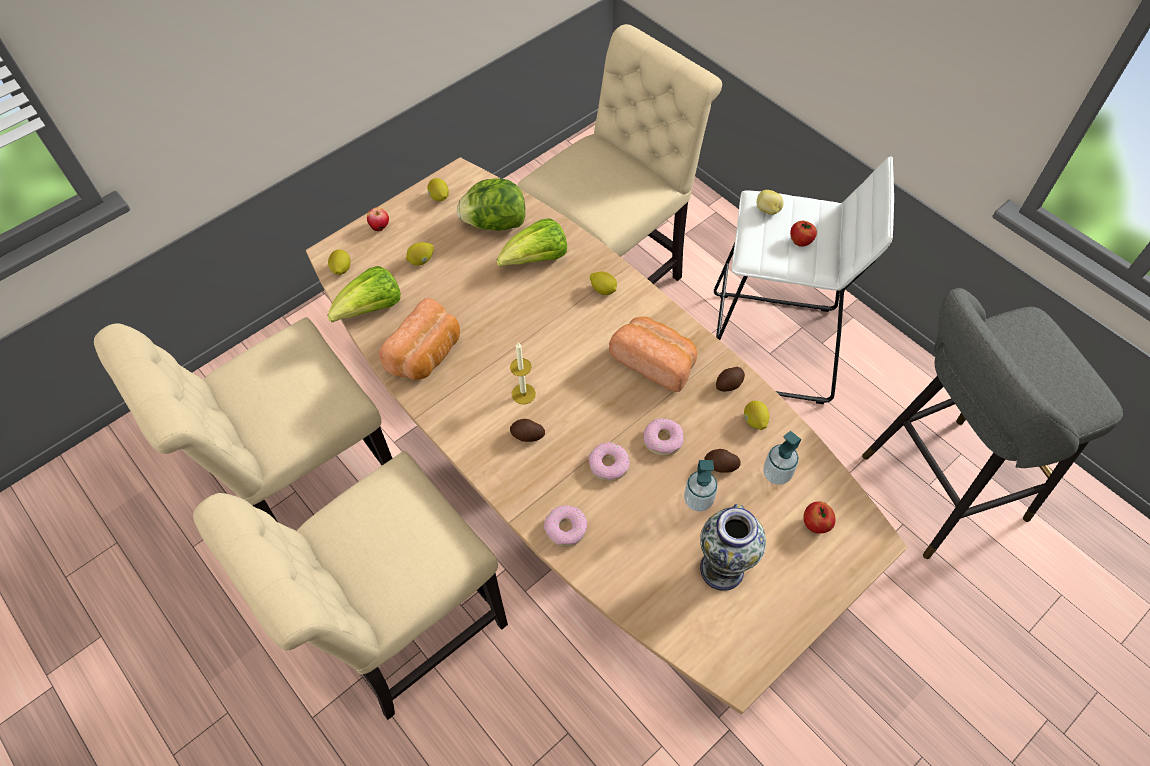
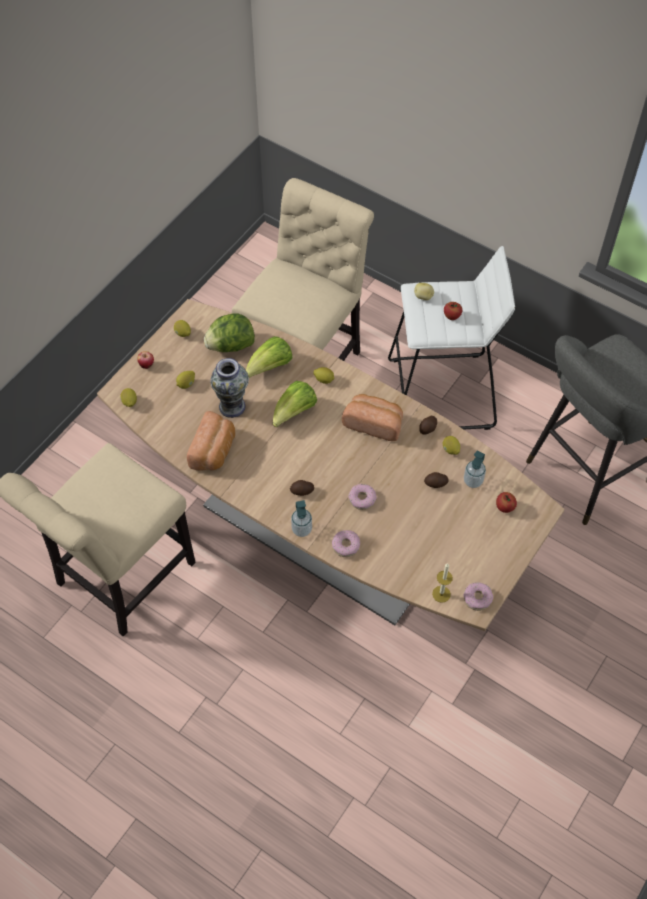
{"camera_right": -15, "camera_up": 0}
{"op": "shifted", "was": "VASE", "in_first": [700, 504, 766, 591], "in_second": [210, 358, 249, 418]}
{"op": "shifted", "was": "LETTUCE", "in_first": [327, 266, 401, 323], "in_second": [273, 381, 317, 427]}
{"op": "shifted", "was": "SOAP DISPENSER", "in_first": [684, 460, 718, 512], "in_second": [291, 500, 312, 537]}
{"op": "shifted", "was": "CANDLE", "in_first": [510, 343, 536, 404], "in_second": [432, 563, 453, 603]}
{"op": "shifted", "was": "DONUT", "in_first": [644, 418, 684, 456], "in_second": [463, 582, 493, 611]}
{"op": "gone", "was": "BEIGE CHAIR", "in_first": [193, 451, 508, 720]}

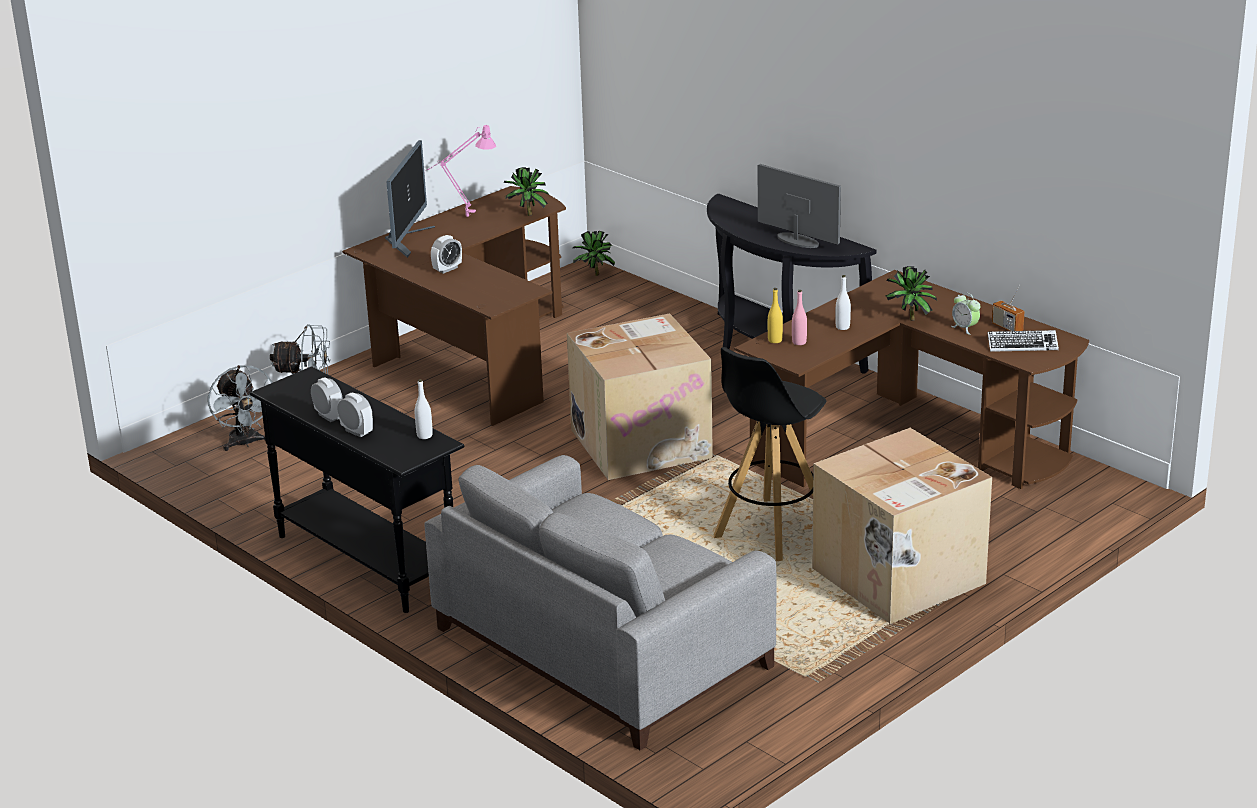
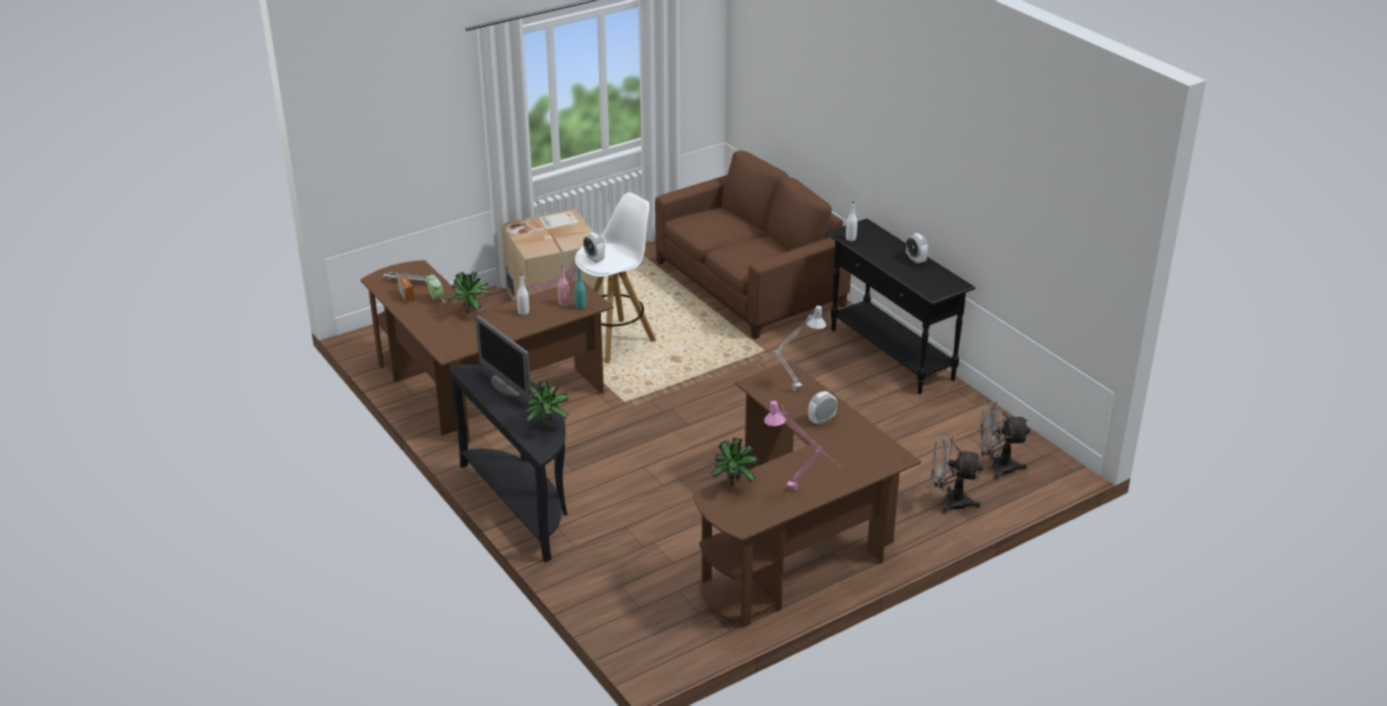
{"camera_right": -170, "camera_up": 5}
{"op": "shifted", "was": "POTTED PLANT", "in_first": [573, 231, 615, 276], "in_second": [525, 381, 568, 428]}
{"op": "repainted", "was": "YELLOW BOTTLE", "now": "TURQUOISE BOTTLE", "in_first": [768, 288, 783, 343], "in_second": [574, 268, 586, 309]}
{"op": "repainted", "was": "BLACK STOOL", "now": "WHITE STOOL", "in_first": [714, 347, 826, 561], "in_second": [575, 193, 656, 363]}
{"op": "shifted", "was": "ALARM CLOCK", "in_first": [338, 393, 373, 437], "in_second": [583, 232, 605, 262]}
{"op": "repainted", "was": "GREY SOFA", "now": "BROWN SOFA", "in_first": [425, 455, 776, 750], "in_second": [655, 150, 851, 339]}
{"op": "new", "now": "GREY TABLE LAMP", "in_second": [760, 306, 826, 391]}
{"op": "rotated", "was": "GREY FAN", "in_first": [208, 365, 273, 451], "in_second": [978, 401, 1030, 480], "clockwise": -75}
{"op": "gone", "was": "MONITOR", "in_first": [385, 140, 435, 258]}
{"op": "gone", "was": "CARDBOARD BOX", "in_first": [567, 314, 713, 480]}

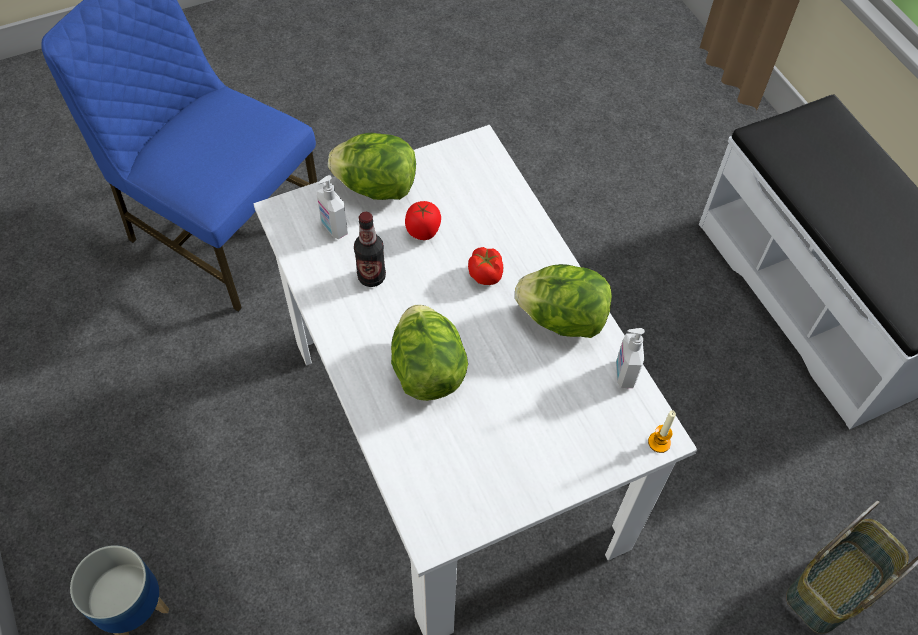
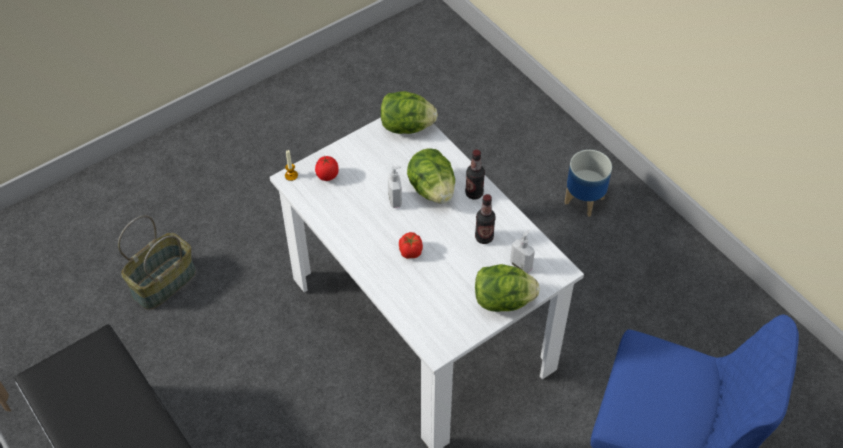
{"camera_right": 170, "camera_up": -5}
{"op": "shifted", "was": "TOMATO", "in_first": [405, 201, 441, 240], "in_second": [315, 156, 339, 181]}
{"op": "shifted", "was": "LETTUCE", "in_first": [515, 264, 612, 338], "in_second": [380, 91, 438, 134]}
{"op": "shifted", "was": "SOAP DISPENSER", "in_first": [616, 328, 645, 388], "in_second": [388, 166, 402, 208]}
{"op": "new", "now": "BOTTLE", "in_second": [465, 150, 485, 200]}

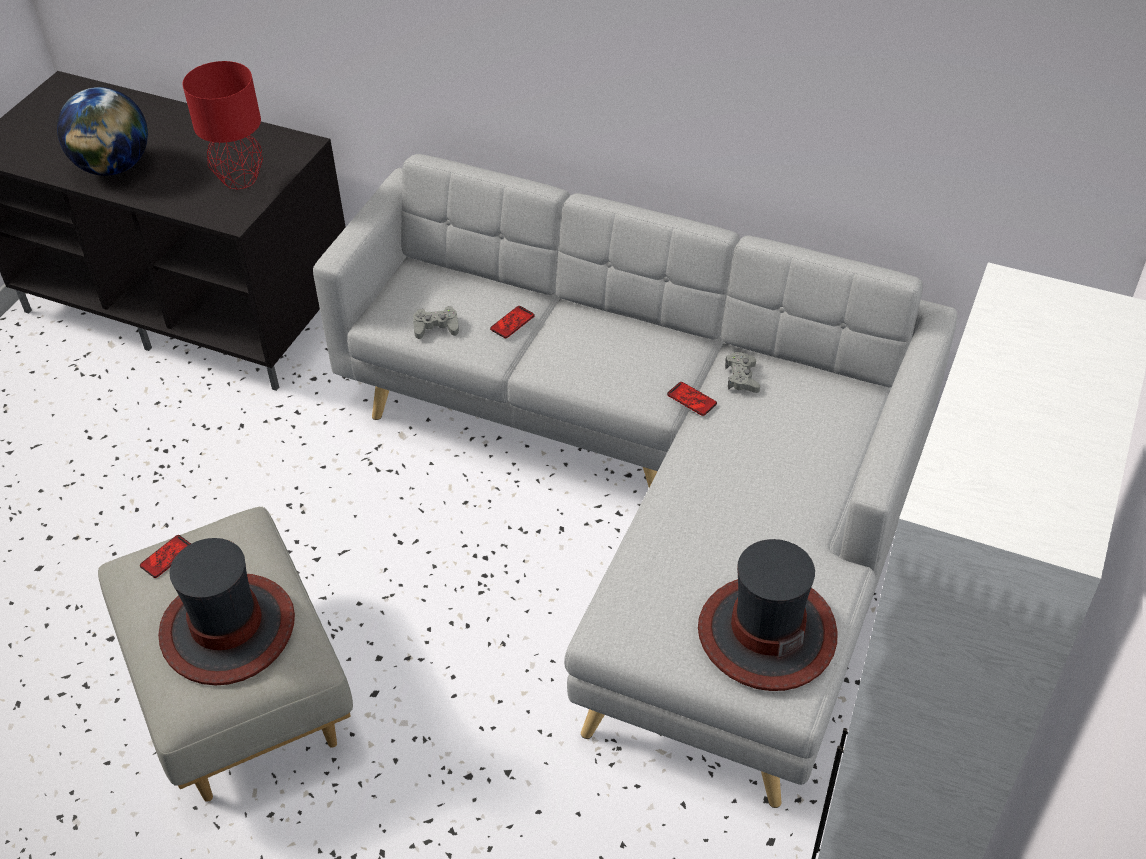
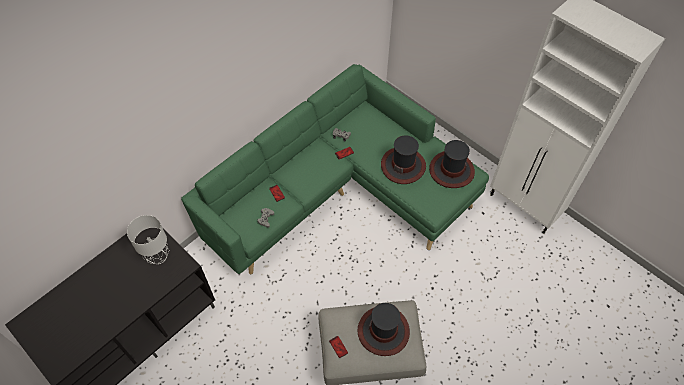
{"camera_right": -70, "camera_up": 10}
{"op": "repainted", "was": "RED TABLE LAMP", "now": "GREY TABLE LAMP", "in_first": [183, 61, 263, 189], "in_second": [127, 215, 169, 264]}
{"op": "repainted", "was": "GREY SOFA", "now": "GREEN SOFA", "in_first": [313, 154, 957, 808], "in_second": [181, 64, 489, 274]}
{"op": "new", "now": "HAT", "in_second": [381, 135, 426, 184]}
{"op": "gone", "was": "GLOBE", "in_first": [57, 87, 148, 176]}

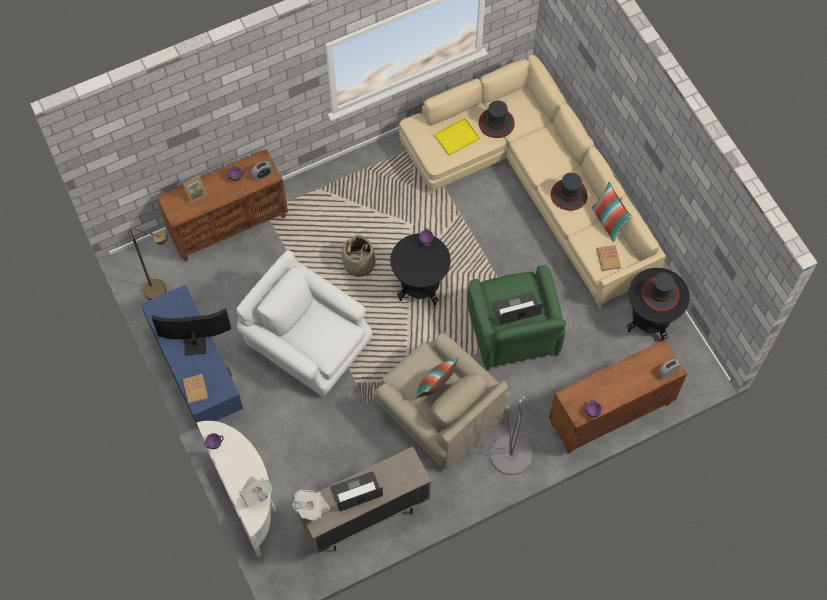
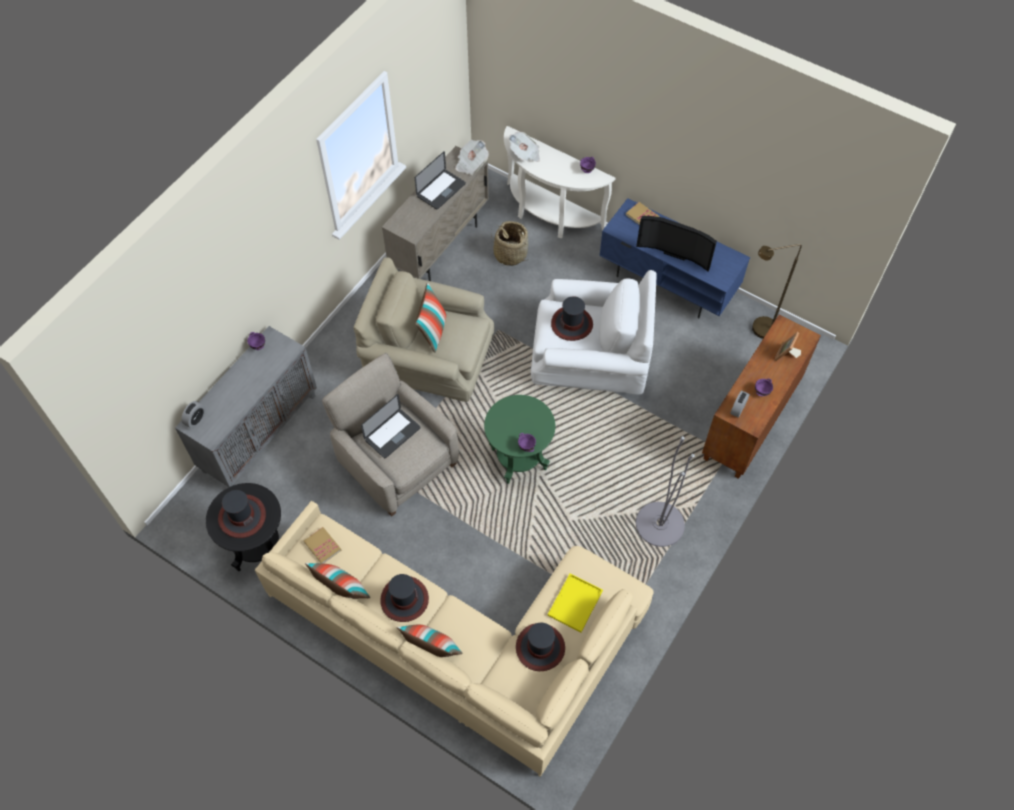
{"camera_right": 150, "camera_up": -5}
{"op": "repainted", "was": "BROWN CABINET", "now": "GREY CABINET", "in_first": [549, 340, 687, 454], "in_second": [175, 326, 317, 487]}
{"op": "repainted", "was": "GREEN ARMCHAIR", "now": "BEIGE ARMCHAIR", "in_first": [467, 265, 566, 371], "in_second": [322, 353, 459, 517]}
{"op": "new", "now": "PILLOW", "in_second": [397, 625, 463, 657]}
{"op": "repainted", "was": "BLACK SIDE TABLE", "now": "GREEN SIDE TABLE", "in_first": [390, 233, 451, 306], "in_second": [484, 395, 555, 484]}
{"op": "shifted", "was": "BASKET", "in_first": [341, 235, 375, 277], "in_second": [491, 221, 528, 266]}
{"op": "new", "now": "HAT", "in_second": [551, 296, 593, 341]}
{"op": "rotated", "was": "TELEVISION", "in_first": [152, 309, 231, 356], "in_second": [636, 216, 717, 272], "clockwise": 60}
{"op": "shifted", "was": "GREY FLOOR LAMP", "in_first": [490, 396, 533, 475], "in_second": [636, 436, 695, 547]}

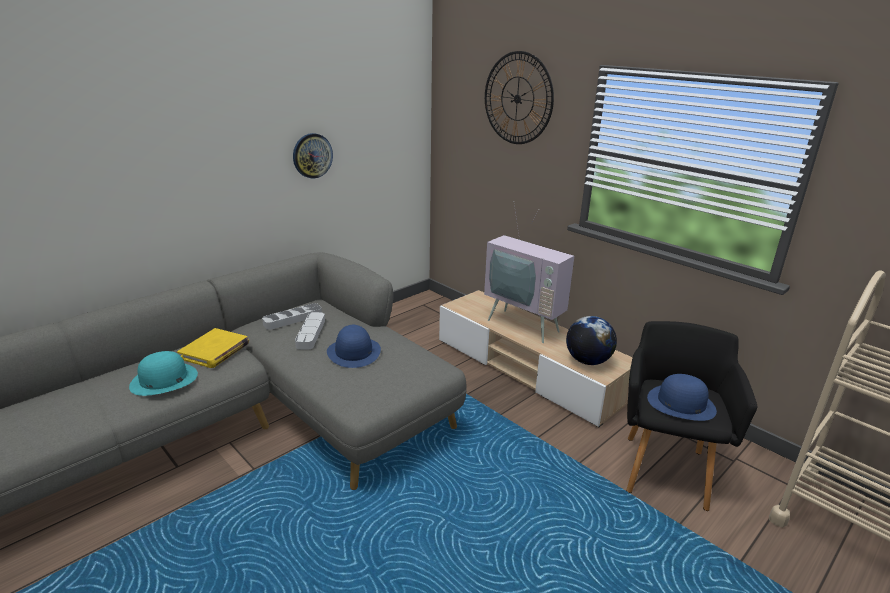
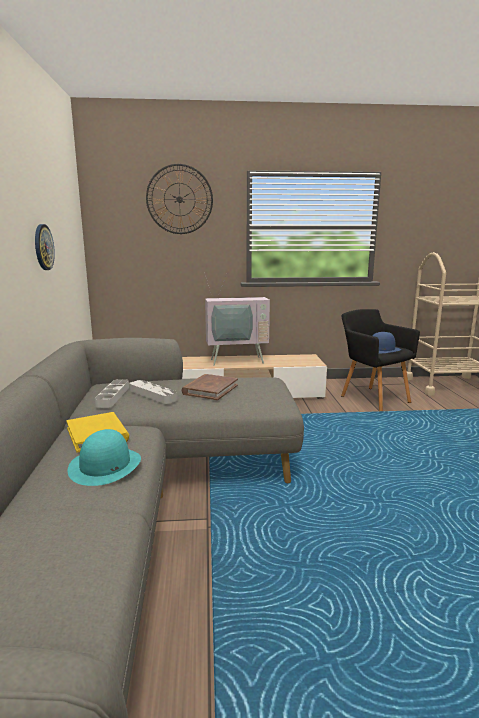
{"camera_right": -50, "camera_up": -10}
{"op": "swapped", "was": "BLUE HAT", "now": "BROWN BOOK", "in_first": [327, 325, 381, 368], "in_second": [182, 374, 238, 400]}
{"op": "gone", "was": "GLOBE", "in_first": [566, 316, 617, 365]}

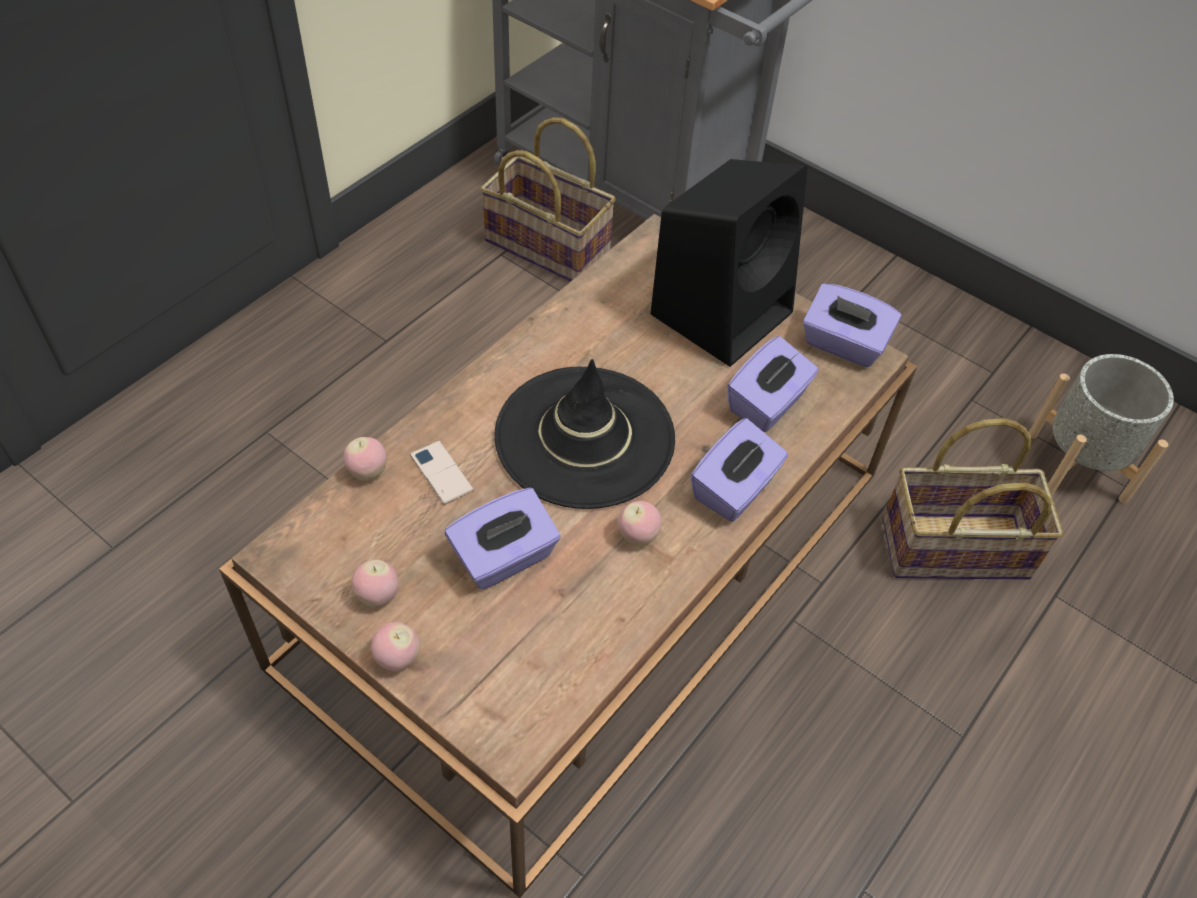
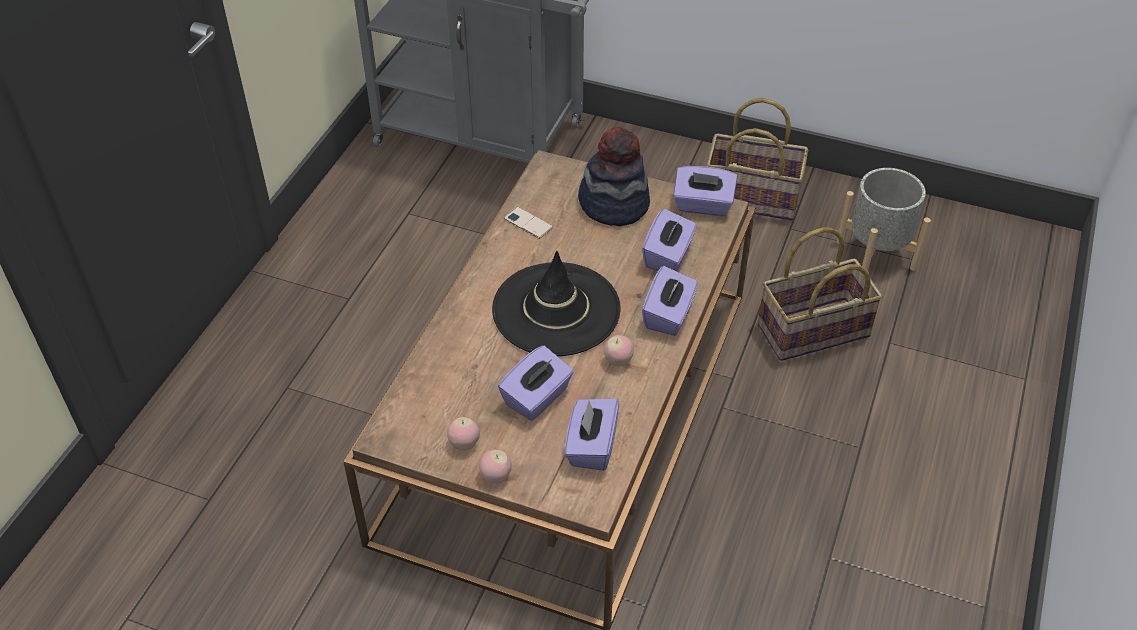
{"camera_right": -15, "camera_up": -5}
{"op": "shifted", "was": "PHONE", "in_first": [410, 440, 474, 505], "in_second": [504, 207, 553, 239]}
{"op": "new", "now": "PURPLE TISSUE BOX", "in_second": [565, 399, 619, 471]}
{"op": "swapped", "was": "BLACK SPEAKER", "now": "HAT", "in_first": [650, 159, 807, 367], "in_second": [578, 127, 650, 226]}
{"op": "shifted", "was": "BASKET", "in_first": [480, 117, 616, 281], "in_second": [706, 98, 808, 220]}
{"op": "gone", "was": "APPLE", "in_first": [343, 437, 387, 481]}

